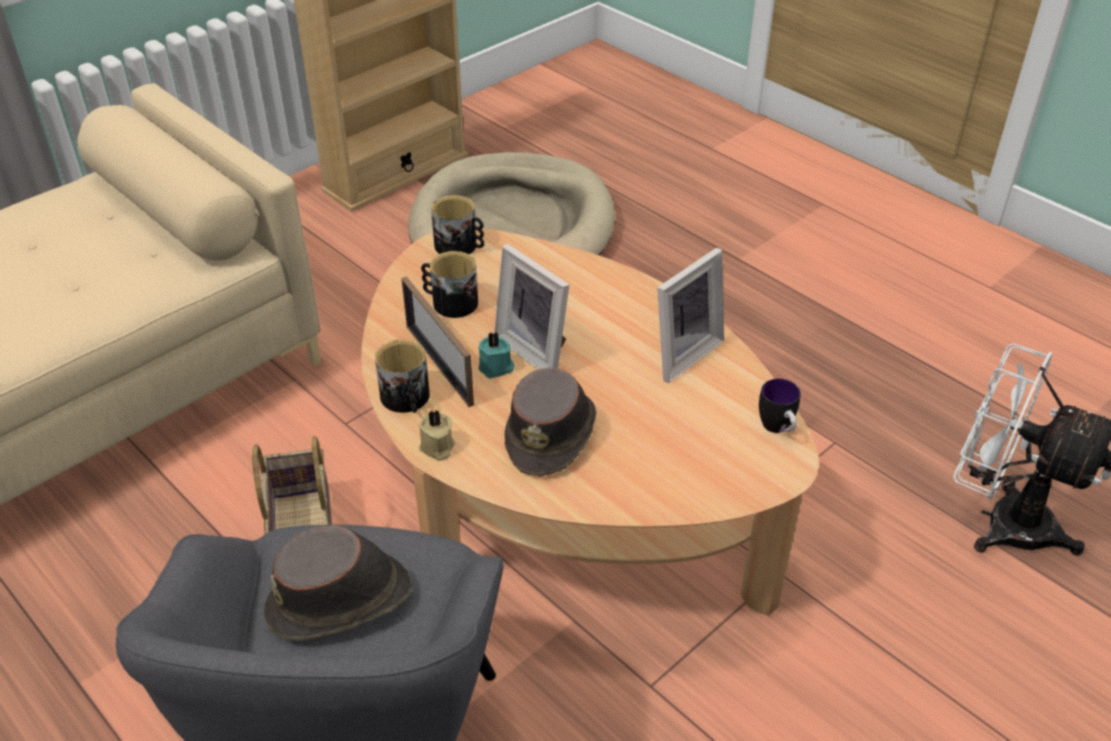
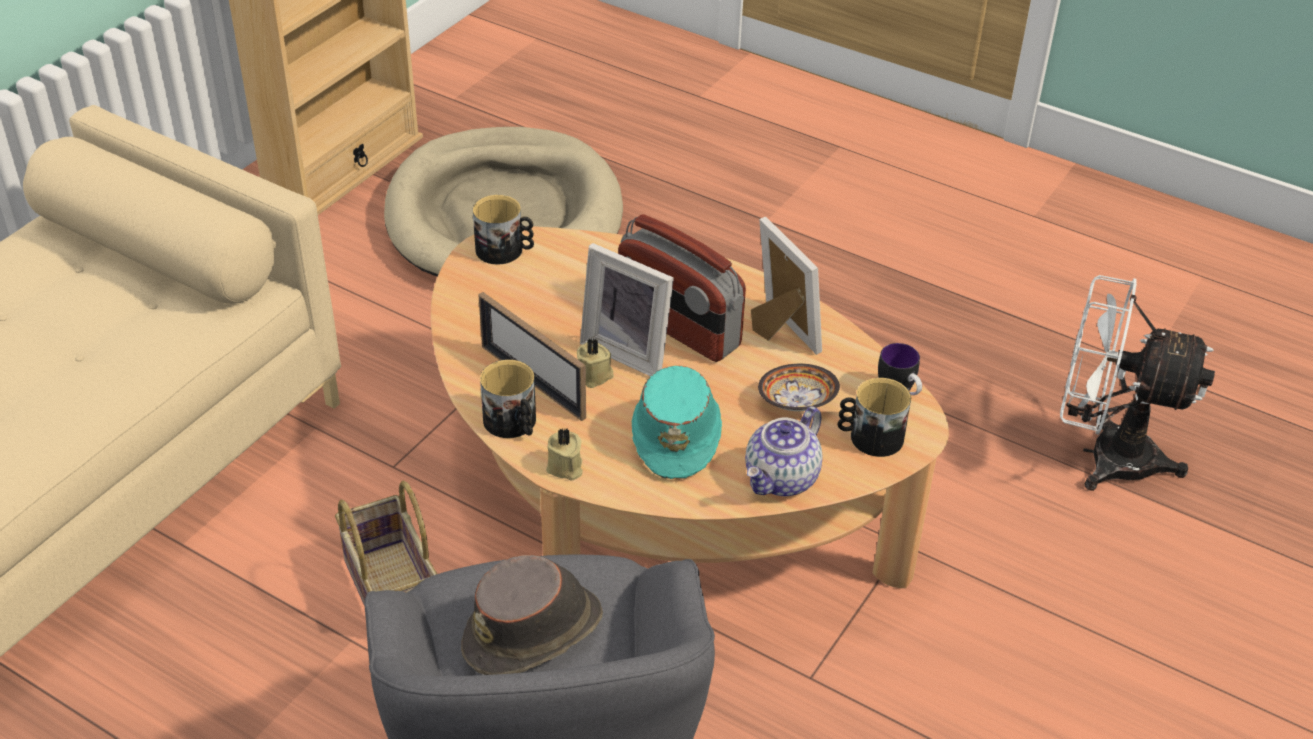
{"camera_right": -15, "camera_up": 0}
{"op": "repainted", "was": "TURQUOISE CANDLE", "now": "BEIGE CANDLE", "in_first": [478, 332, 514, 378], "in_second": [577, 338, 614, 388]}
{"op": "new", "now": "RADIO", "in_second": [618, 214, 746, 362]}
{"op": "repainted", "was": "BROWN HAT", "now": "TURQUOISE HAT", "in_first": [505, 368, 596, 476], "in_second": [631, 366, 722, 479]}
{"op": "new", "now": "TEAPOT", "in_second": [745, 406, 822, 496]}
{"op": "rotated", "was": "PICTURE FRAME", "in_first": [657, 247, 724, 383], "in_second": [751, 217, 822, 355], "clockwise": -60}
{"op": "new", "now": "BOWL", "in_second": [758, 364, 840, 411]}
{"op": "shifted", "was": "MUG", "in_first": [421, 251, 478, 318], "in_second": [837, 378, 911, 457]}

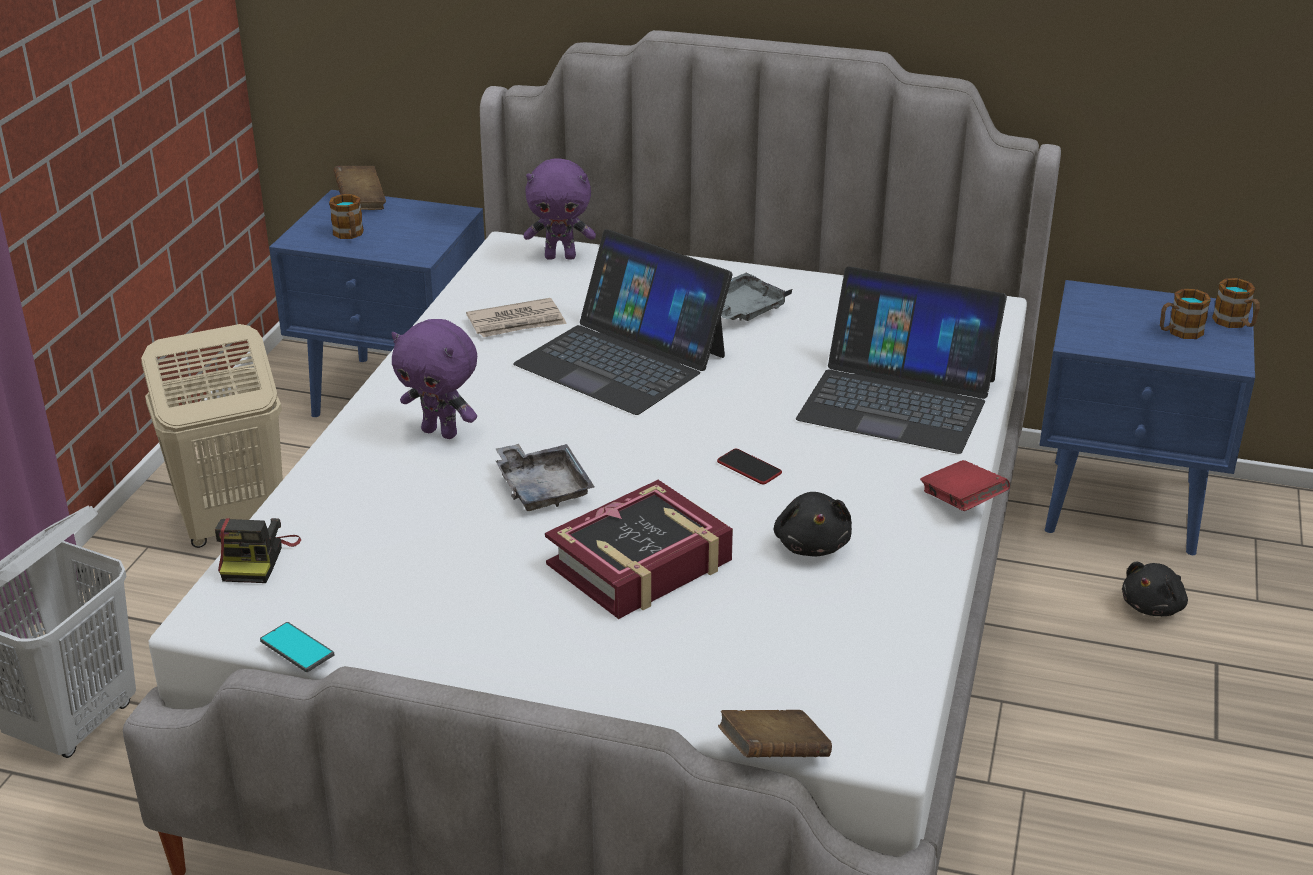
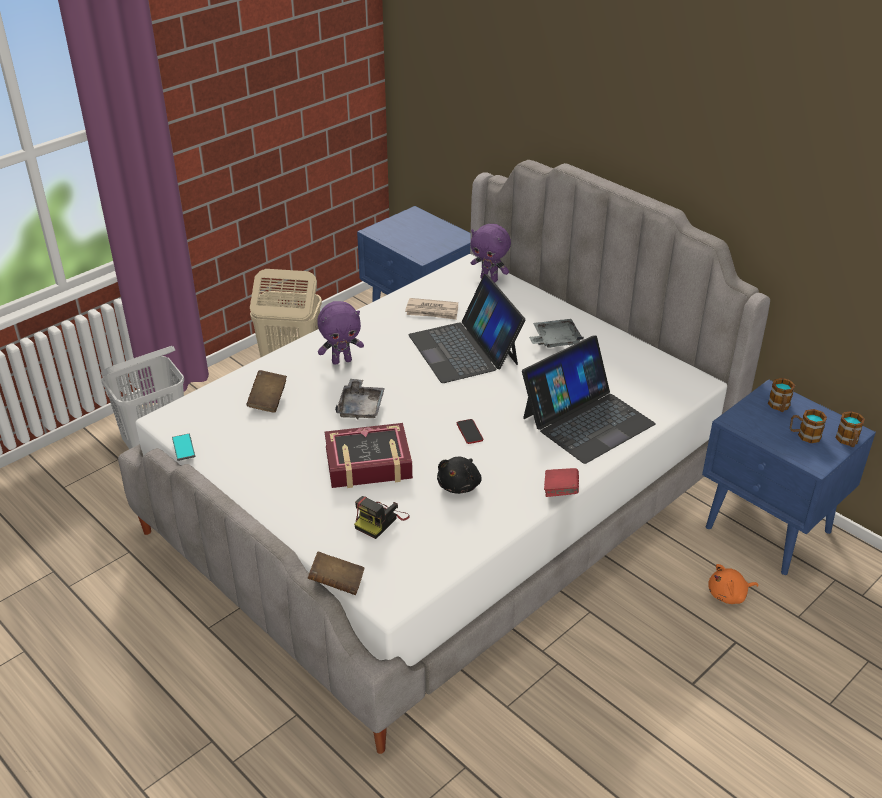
{"camera_right": 30, "camera_up": 5}
{"op": "shifted", "was": "BROWN BOOK", "in_first": [334, 166, 386, 210], "in_second": [246, 370, 287, 412]}
{"op": "rotated", "was": "PURPLE PLUSH TOY", "in_first": [391, 319, 477, 439], "in_second": [317, 301, 364, 365], "clockwise": -75}
{"op": "shifted", "was": "PHOTO CAMERA", "in_first": [215, 518, 301, 583], "in_second": [354, 496, 410, 539]}
{"op": "rotated", "was": "LAPTOP", "in_first": [796, 267, 1007, 454], "in_second": [522, 335, 656, 464], "clockwise": -90}
{"op": "repainted", "was": "BLACK PLUSH TOY", "now": "ORANGE PLUSH TOY", "in_first": [1122, 562, 1188, 616], "in_second": [708, 564, 759, 604]}
{"op": "shifted", "was": "MUG", "in_first": [329, 194, 364, 239], "in_second": [768, 378, 795, 412]}

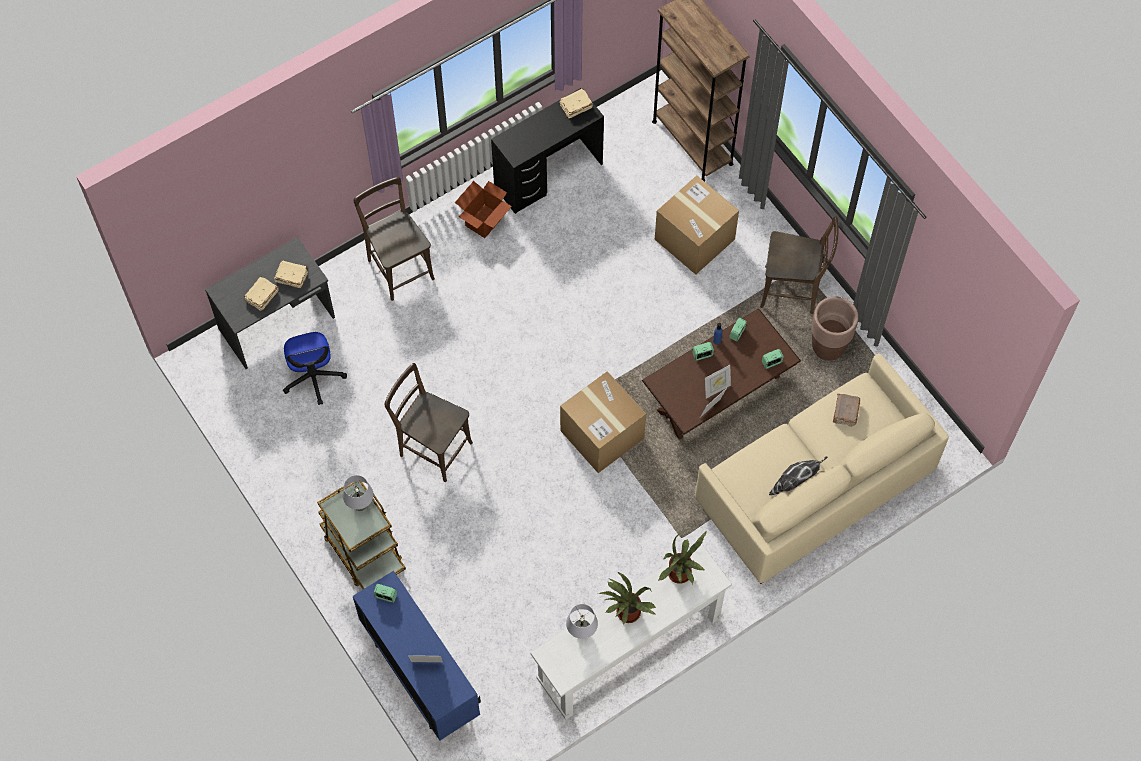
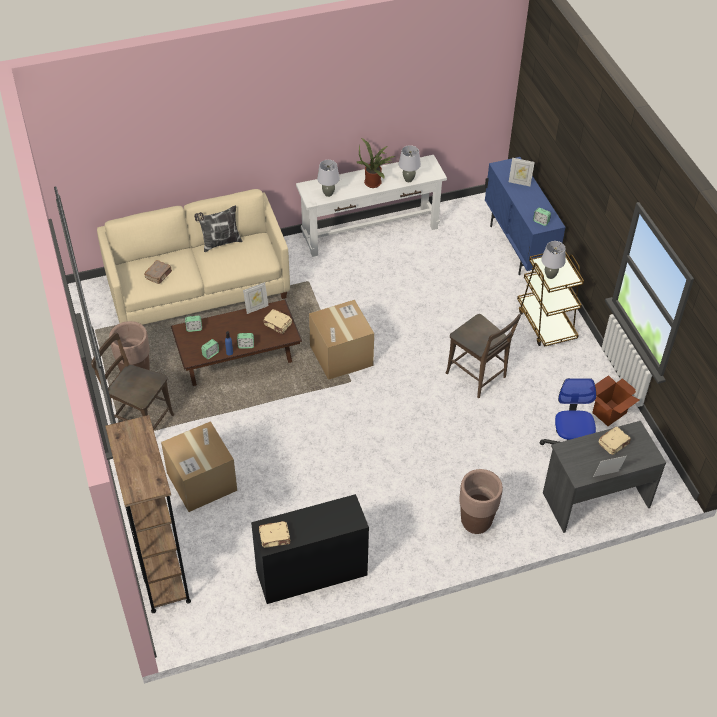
{"camera_right": -165, "camera_up": -15}
{"op": "shifted", "was": "BEIGE BOOK", "in_first": [274, 260, 308, 288], "in_second": [263, 309, 292, 334]}
{"op": "swapped", "was": "POTTED PLANT", "now": "GREY TABLE LAMP", "in_first": [658, 531, 707, 585], "in_second": [317, 160, 340, 197]}
{"op": "swapped", "was": "BROWN CHAIR", "now": "BROWN PLANTER", "in_first": [354, 177, 435, 301], "in_second": [459, 469, 503, 534]}
{"op": "shifted", "was": "CARDBOARD BOX", "in_first": [455, 181, 512, 238], "in_second": [592, 375, 640, 426]}
{"op": "shifted", "was": "PICTURE FRAME", "in_first": [705, 365, 731, 399], "in_second": [593, 456, 627, 477]}

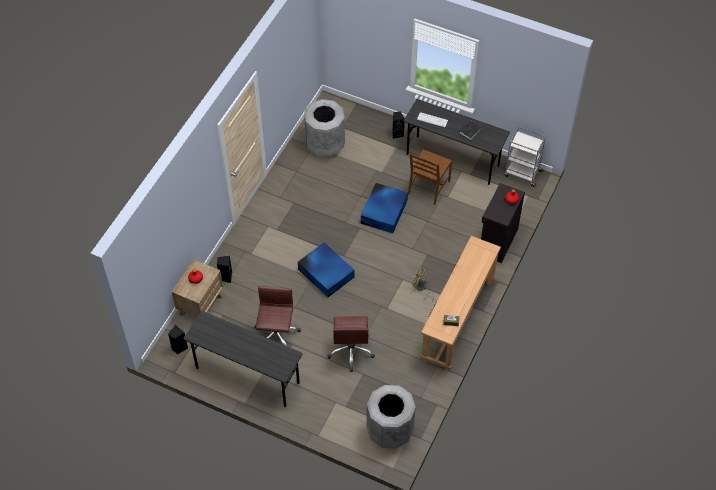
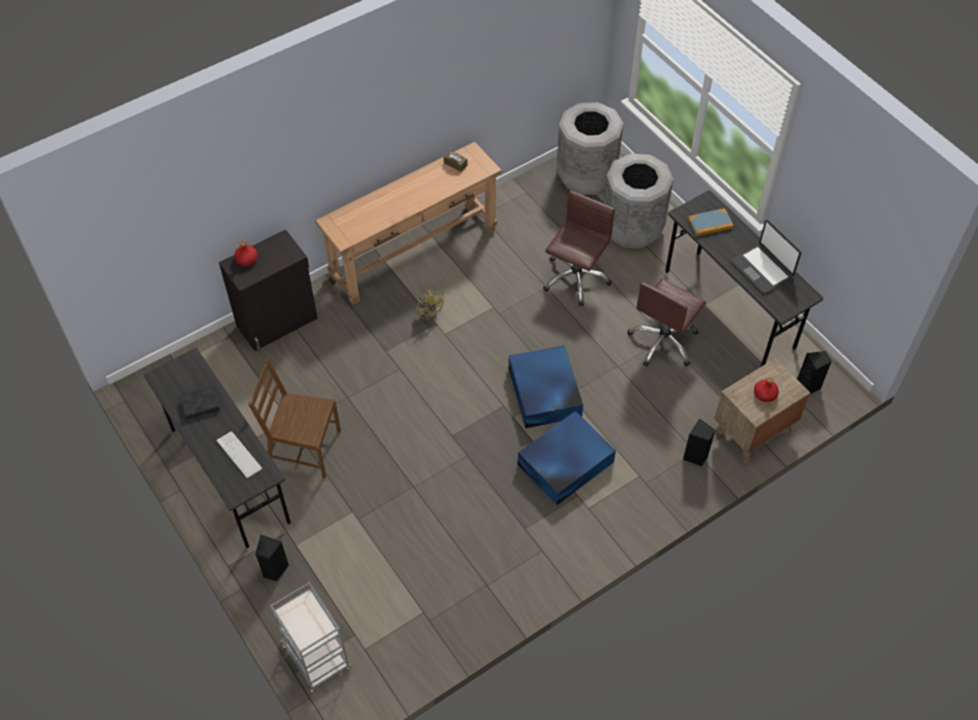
{"camera_right": -150, "camera_up": 0}
{"op": "rotated", "was": "BROWN CHAIR", "in_first": [408, 149, 452, 205], "in_second": [248, 358, 341, 478], "clockwise": -135}
{"op": "shifted", "was": "GREY CART", "in_first": [504, 126, 546, 187], "in_second": [270, 582, 351, 693]}
{"op": "shifted", "was": "BLUE STORAGE BOX", "in_first": [361, 183, 408, 233], "in_second": [518, 411, 616, 505]}
{"op": "shifted", "was": "GREY TRASH CAN", "in_first": [304, 99, 345, 158], "in_second": [603, 154, 674, 249]}
{"op": "new", "now": "BOOK", "in_second": [688, 208, 734, 237]}
{"op": "new", "now": "LAPTOP", "in_second": [731, 220, 801, 294]}

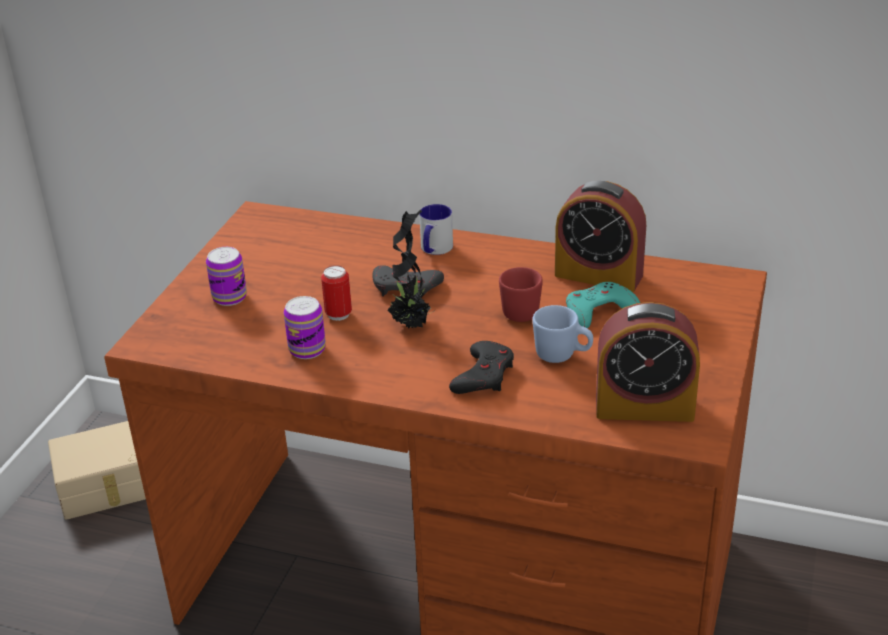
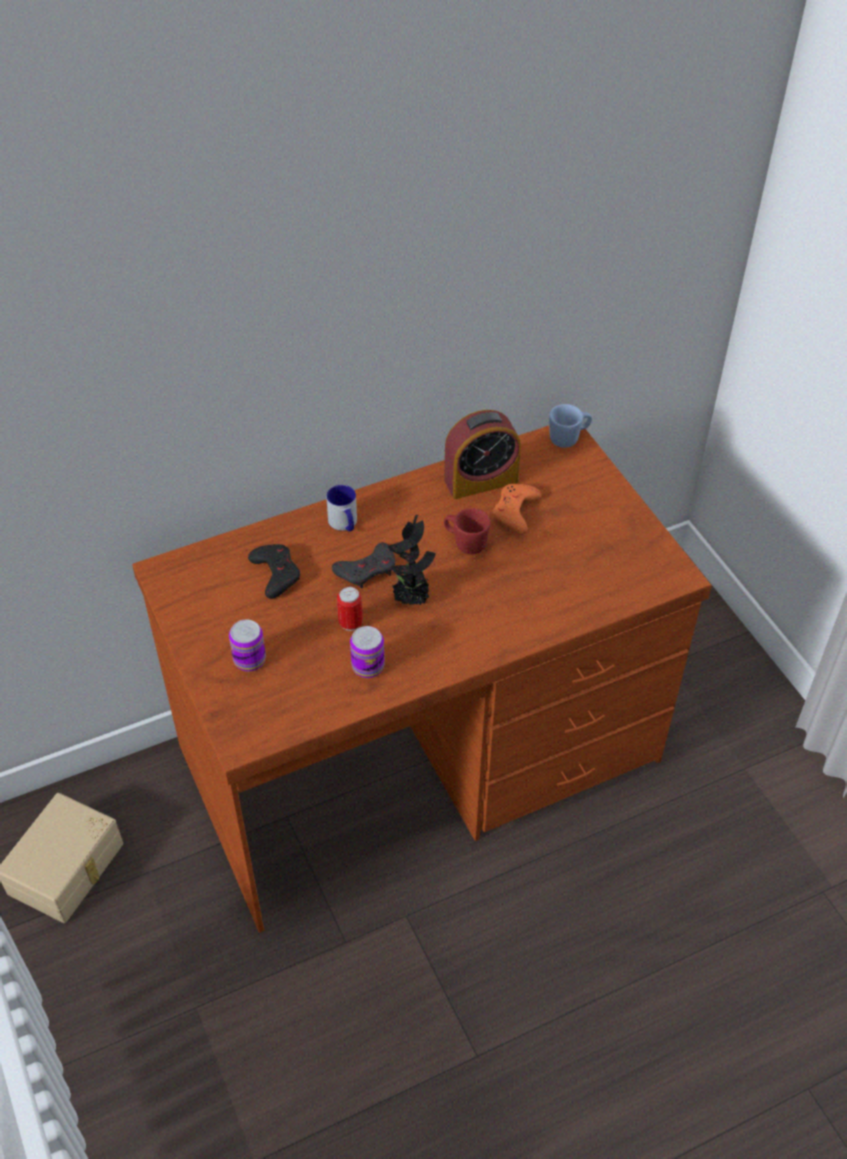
{"camera_right": -45, "camera_up": 15}
{"op": "shifted", "was": "BLACK GAME CONTROLLER", "in_first": [449, 341, 514, 394], "in_second": [248, 544, 300, 599]}
{"op": "repainted", "was": "TURQUOISE GAME CONTROLLER", "now": "ORANGE GAME CONTROLLER", "in_first": [566, 282, 640, 328], "in_second": [493, 484, 541, 534]}
{"op": "shifted", "was": "BLUE MUG", "in_first": [532, 305, 593, 363], "in_second": [549, 404, 592, 448]}
{"op": "gone", "was": "ALARM CLOCK", "in_first": [596, 302, 700, 422]}

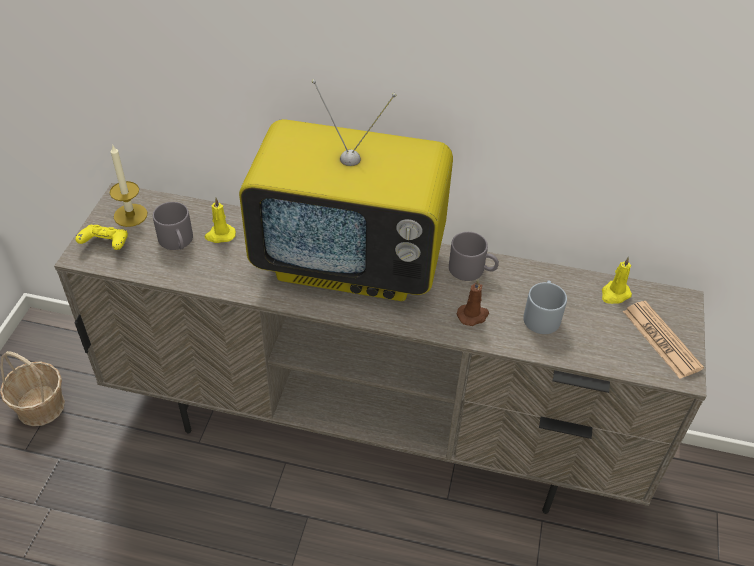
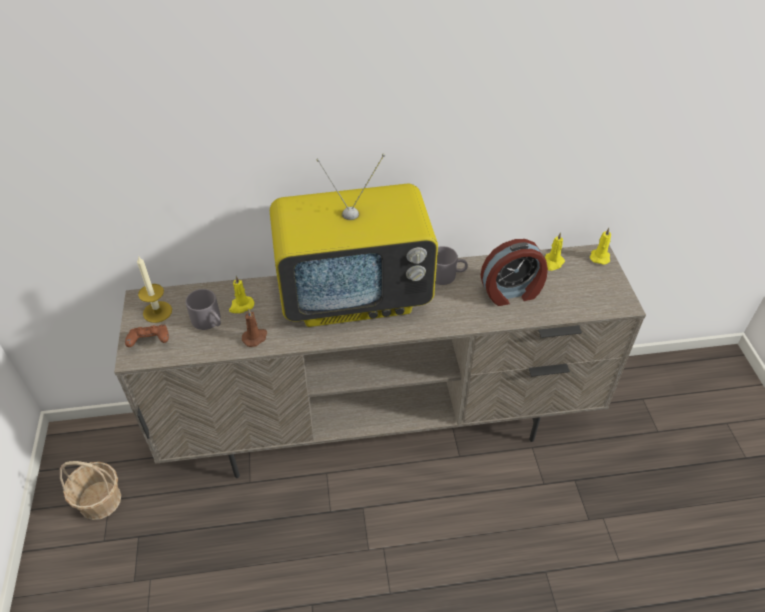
{"camera_right": -20, "camera_up": 0}
{"op": "repainted", "was": "YELLOW GAME CONTROLLER", "now": "BROWN GAME CONTROLLER", "in_first": [76, 225, 128, 250], "in_second": [125, 325, 169, 347]}
{"op": "shifted", "was": "BROWN CANDLE", "in_first": [457, 279, 489, 326], "in_second": [242, 308, 267, 347]}
{"op": "swapped", "was": "GREY MUG", "now": "ALARM CLOCK", "in_first": [523, 281, 567, 334], "in_second": [481, 239, 548, 306]}
{"op": "new", "now": "YELLOW CANDLE", "in_second": [590, 228, 611, 265]}
{"op": "gone", "was": "NEWSPAPER", "in_first": [623, 301, 704, 379]}

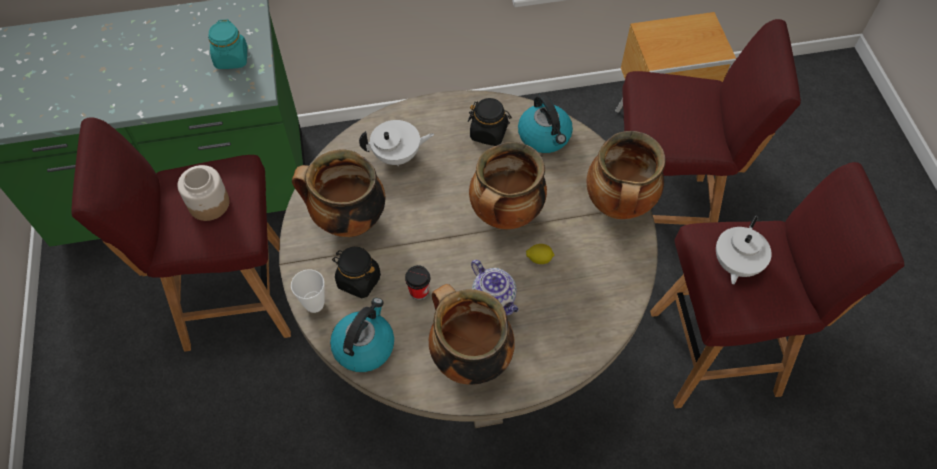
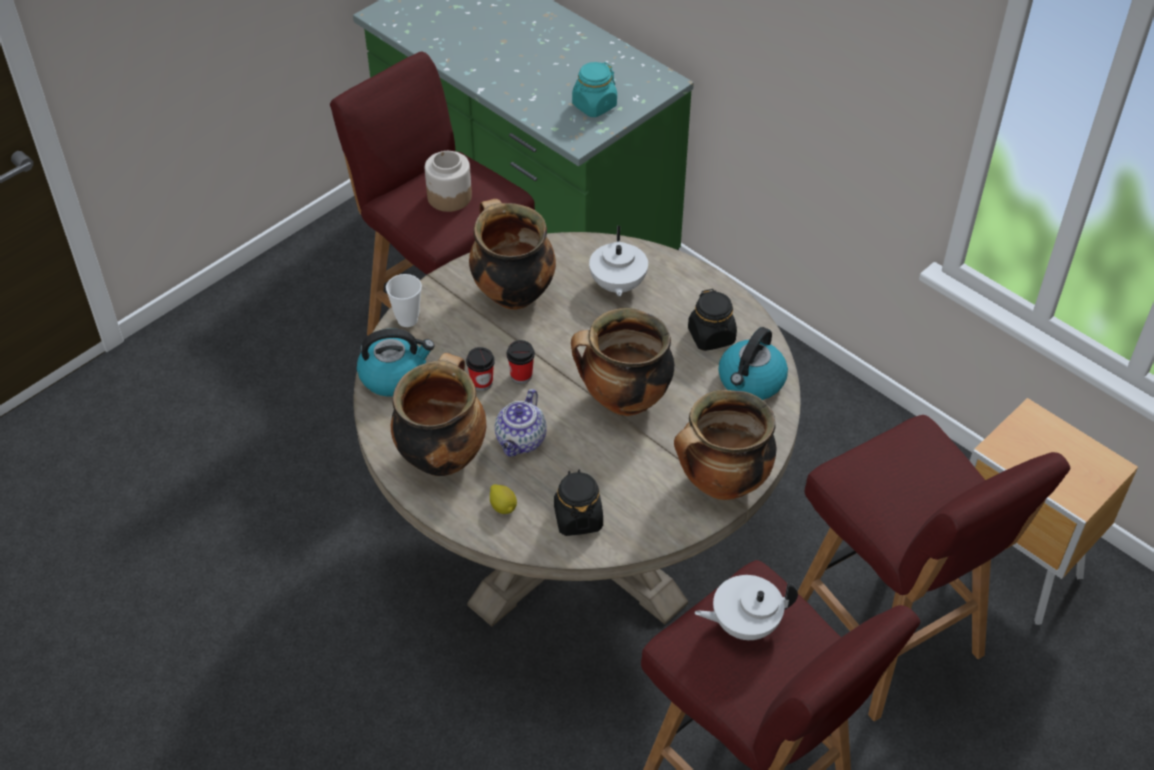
{"camera_right": 55, "camera_up": -10}
{"op": "shifted", "was": "LEMON", "in_first": [526, 244, 555, 264], "in_second": [490, 484, 517, 514]}
{"op": "new", "now": "CUP", "in_second": [506, 340, 535, 384]}
{"op": "shifted", "was": "BLACK JAR", "in_first": [332, 247, 381, 298], "in_second": [554, 469, 603, 536]}
{"op": "rotated", "was": "WHITE TEAPOT", "in_first": [359, 120, 434, 166], "in_second": [589, 226, 648, 296], "clockwise": 45}

